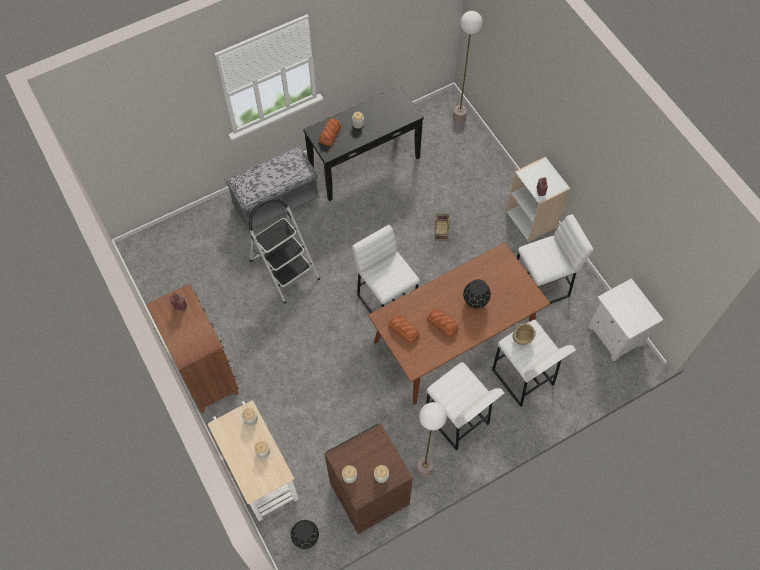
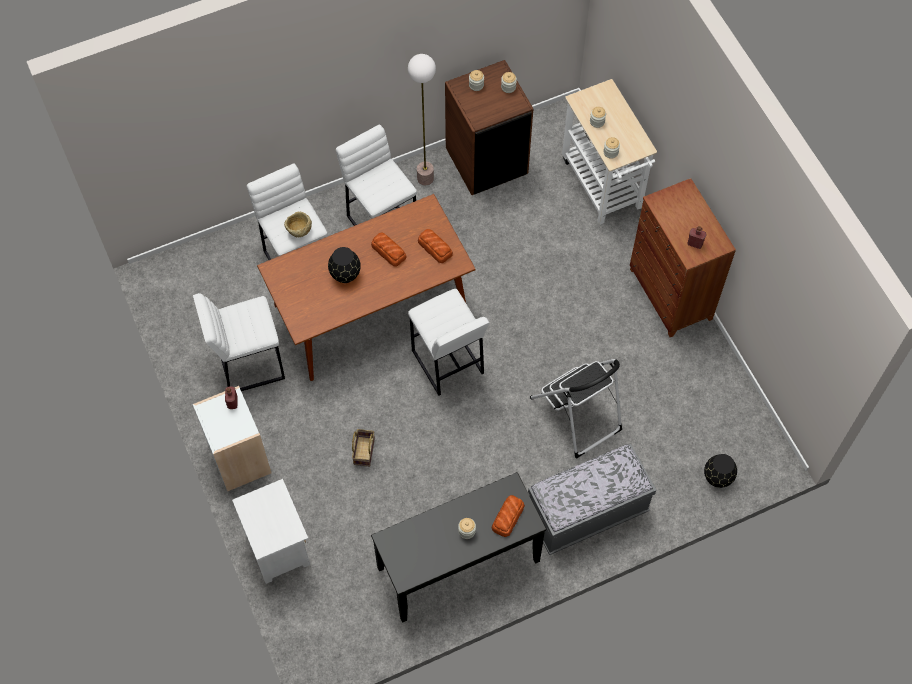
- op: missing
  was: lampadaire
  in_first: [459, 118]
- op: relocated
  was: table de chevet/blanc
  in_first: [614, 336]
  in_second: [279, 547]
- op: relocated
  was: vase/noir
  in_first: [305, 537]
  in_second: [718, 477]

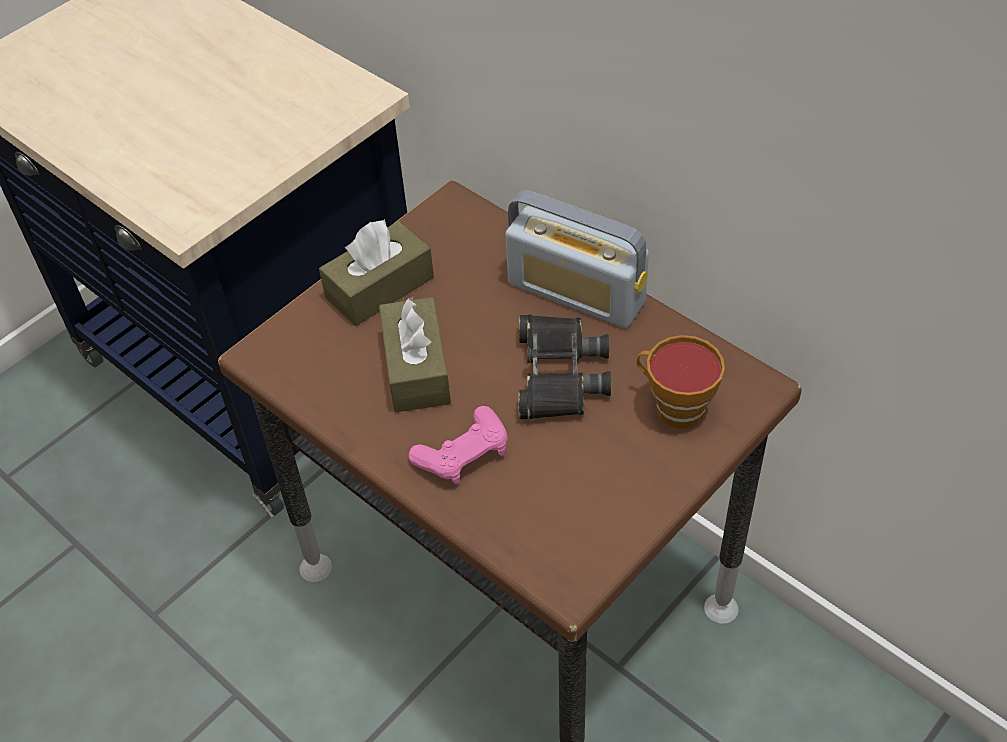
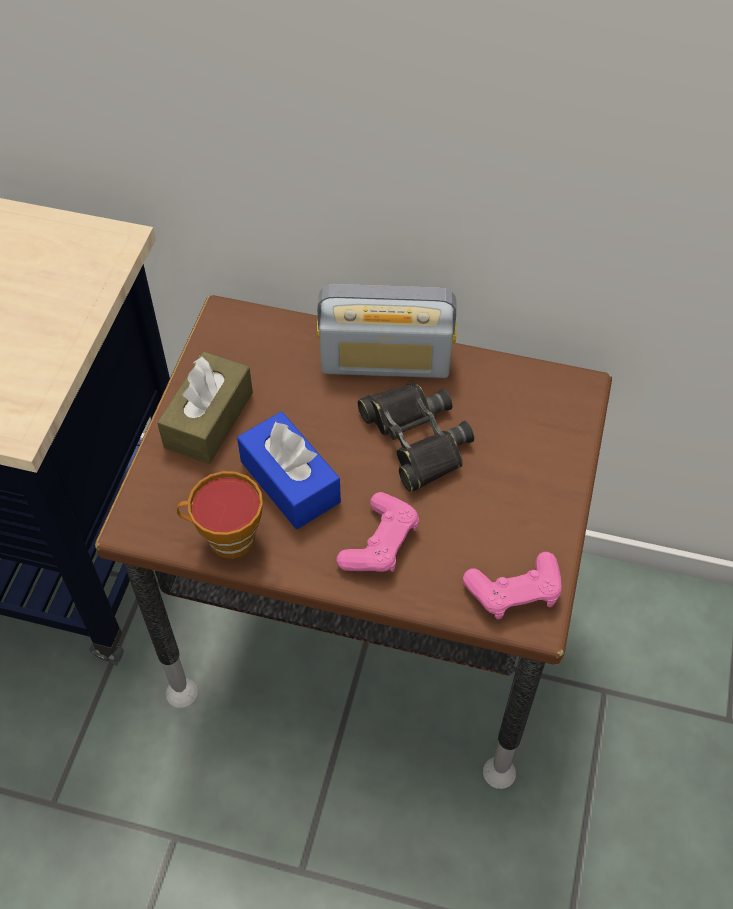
- op: colour
  was: boîte à mouchoirs/marron
  now: boîte à mouchoirs/bleu
  in_first: [416, 368]
  in_second: [290, 482]
- op: relocated
  was: tasse
  in_first: [674, 407]
  in_second: [225, 538]
- op: appeared
  now: manette/rose
  in_second: [514, 591]

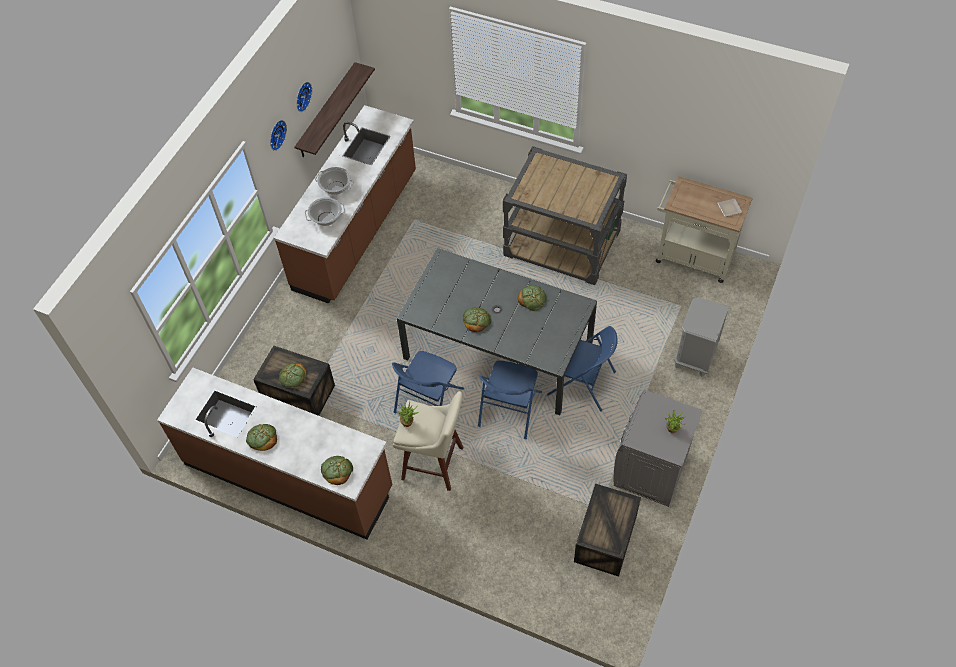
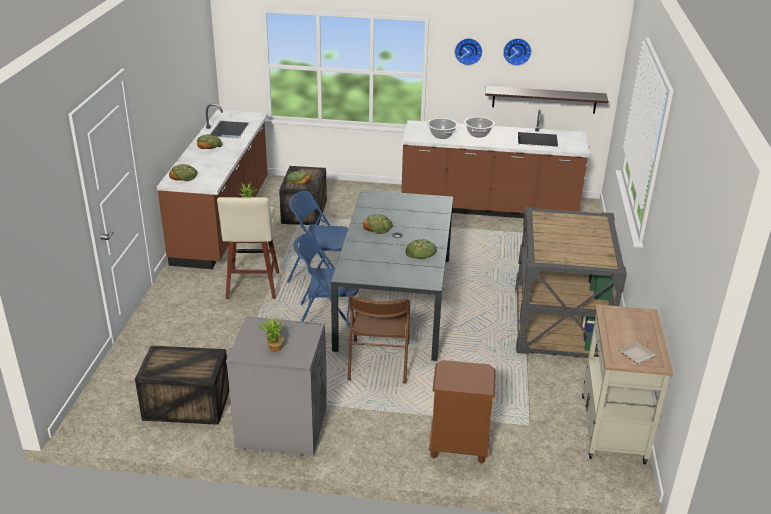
- op: colour
  was: table de chevet/gris
  now: table de chevet/marron
  in_first: [695, 356]
  in_second: [458, 447]
- op: colour
  was: chaise/bleu
  now: chaise/marron
  in_first: [581, 383]
  in_second: [379, 361]

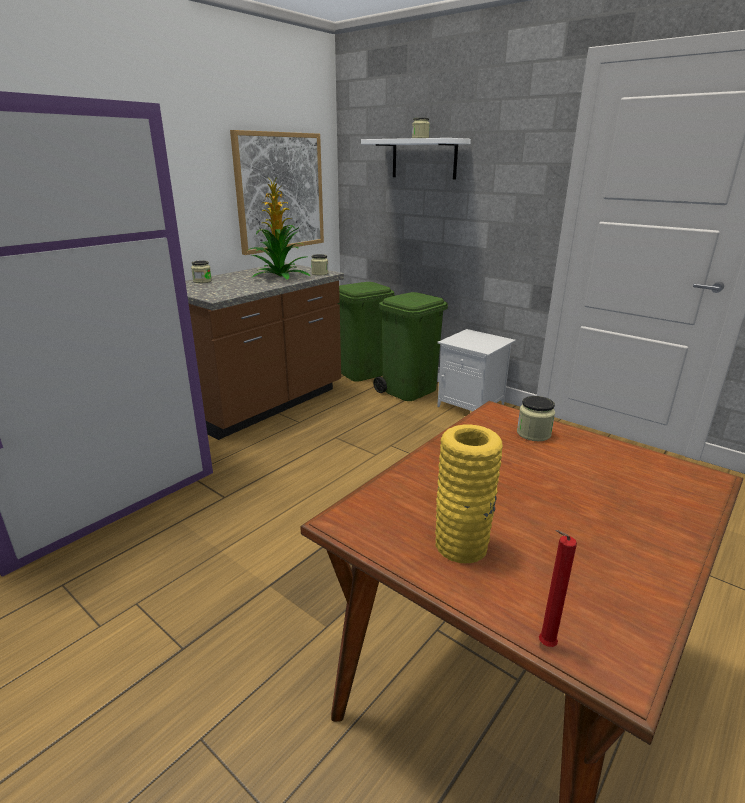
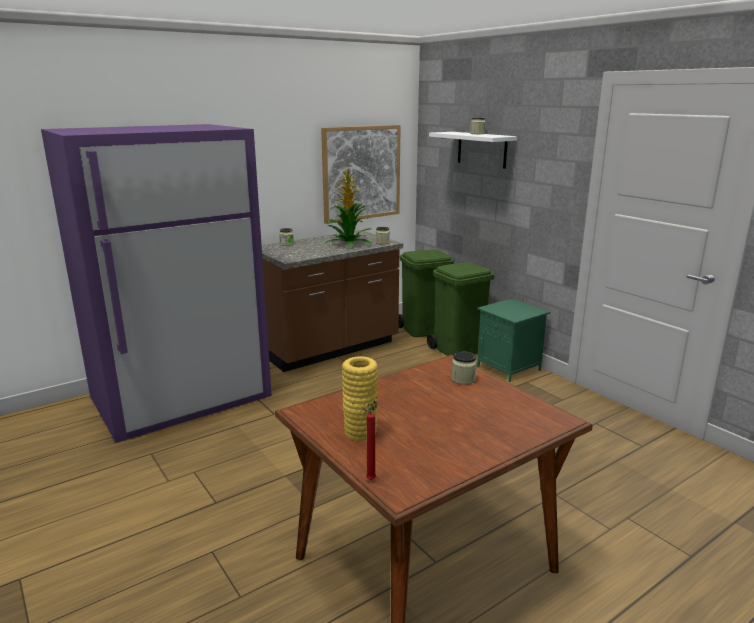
- op: colour
  was: table de chevet/gris
  now: table de chevet/vert
  in_first: [472, 405]
  in_second: [510, 368]

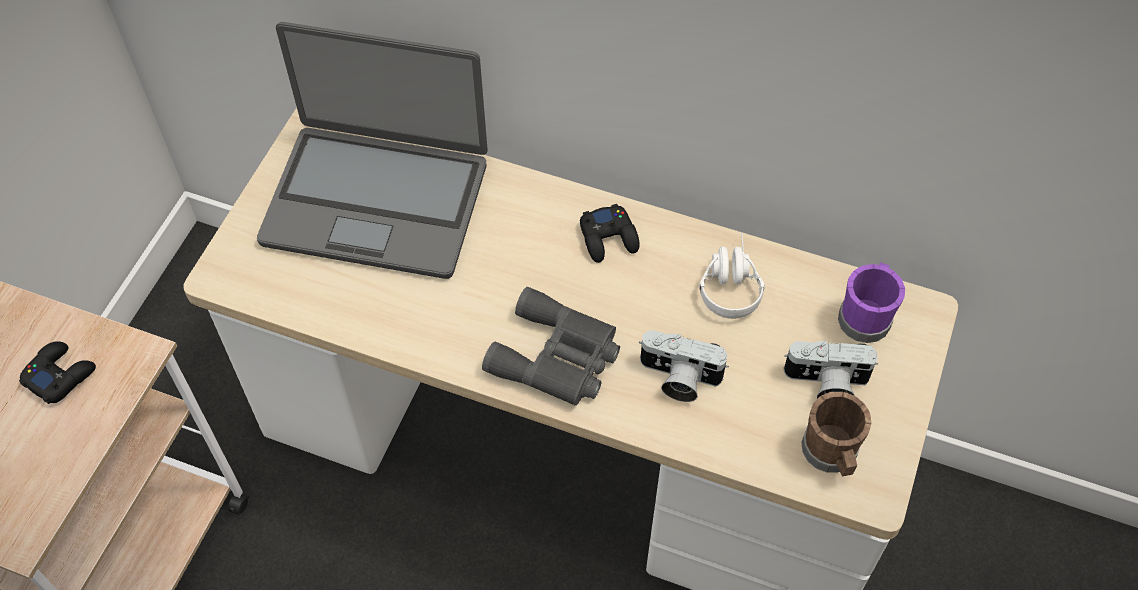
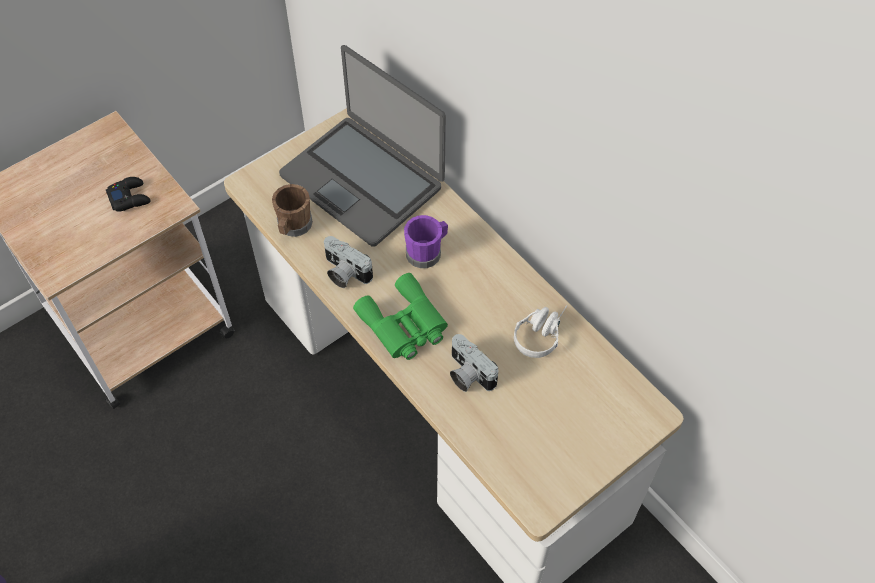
- op: missing
  was: manette/noir
  in_first: [609, 238]
- op: relocated
  was: mug/violet
  in_first: [866, 315]
  in_second: [427, 252]
- op: colour
  was: jumelles/gris
  now: jumelles/vert
  in_first: [558, 358]
  in_second: [404, 325]
- op: relocated
  was: appareil photo
  in_first: [826, 384]
  in_second: [344, 273]
- op: relocated
  was: mug/marron
  in_first: [831, 454]
  in_second: [293, 226]

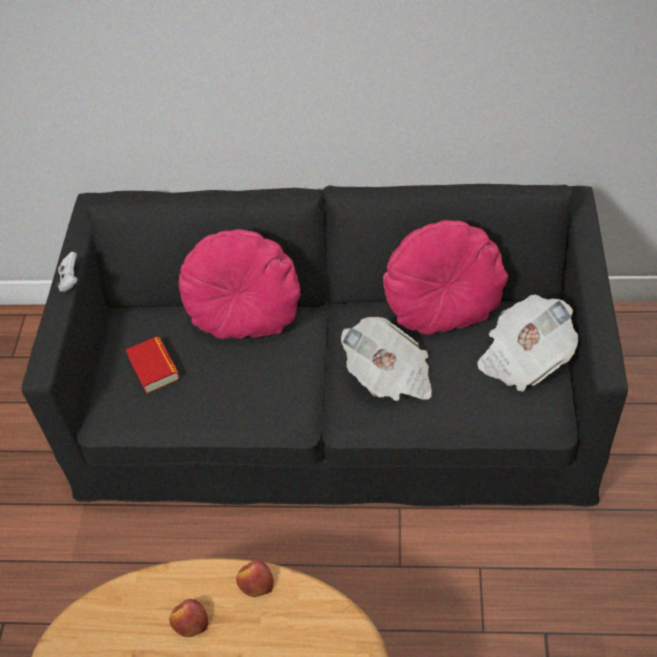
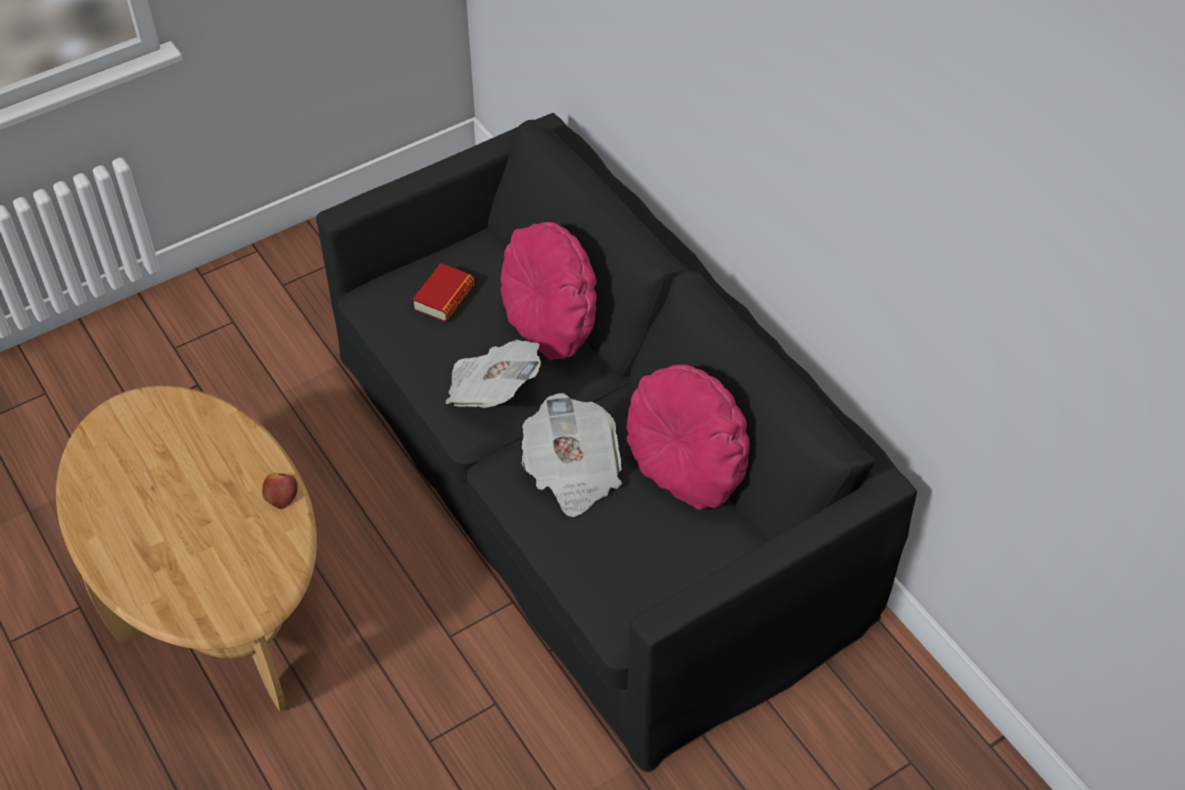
- op: missing
  was: manette/blanc
  in_first: [70, 281]
- op: relocated
  was: journal
  in_first: [523, 358]
  in_second: [492, 390]
- op: missing
  was: pomme
  in_first: [189, 621]

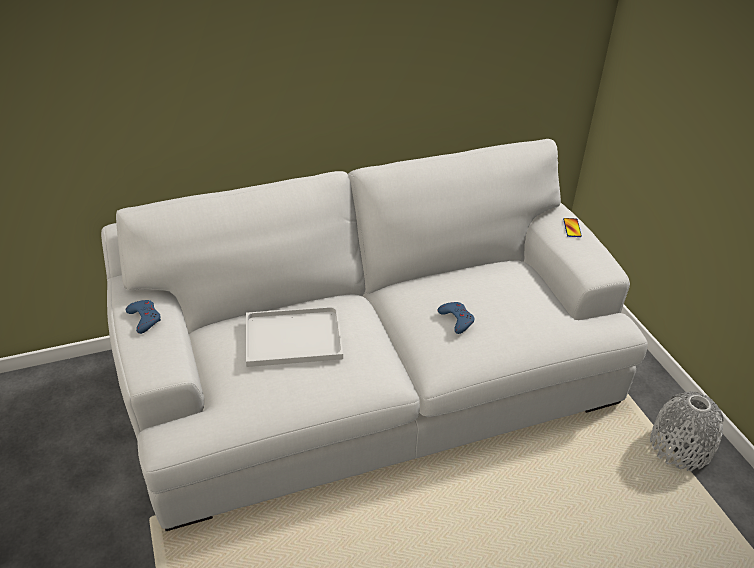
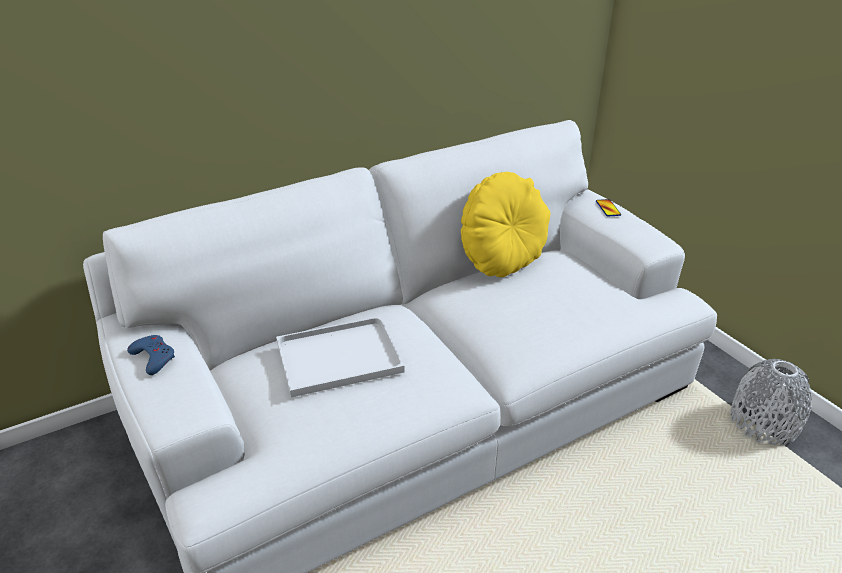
- op: missing
  was: manette/bleu
  in_first: [456, 319]
- op: appeared
  now: coussin/jaune
  in_second: [502, 264]

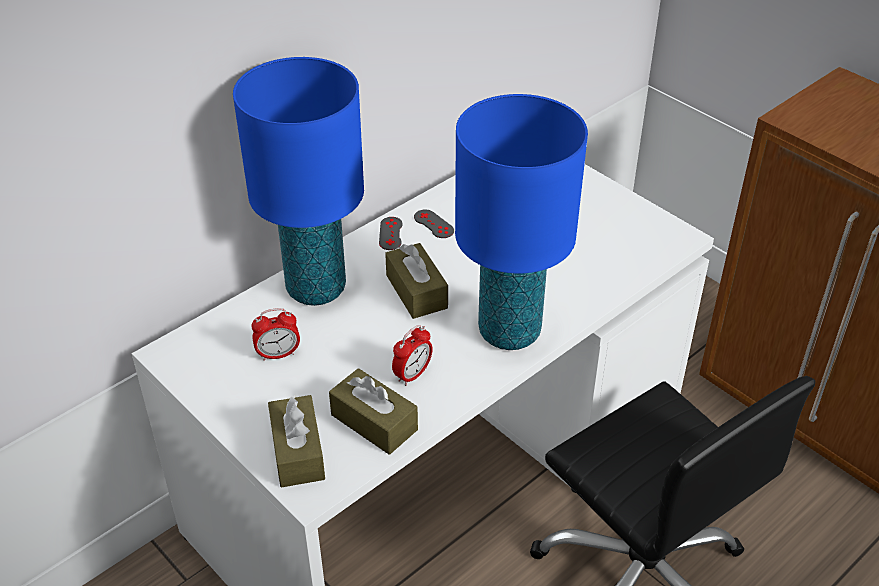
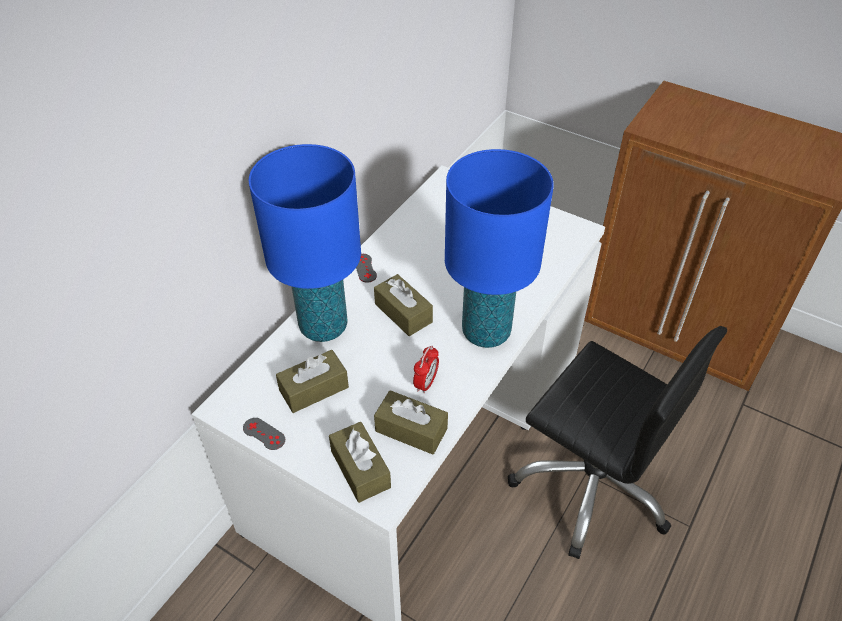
- op: relocated
  was: manette/gris
  in_first: [433, 224]
  in_second: [264, 434]
- op: exchanged
  was: réveil
  now: boîte à mouchoirs/marron
  in_first: [278, 354]
  in_second: [314, 389]

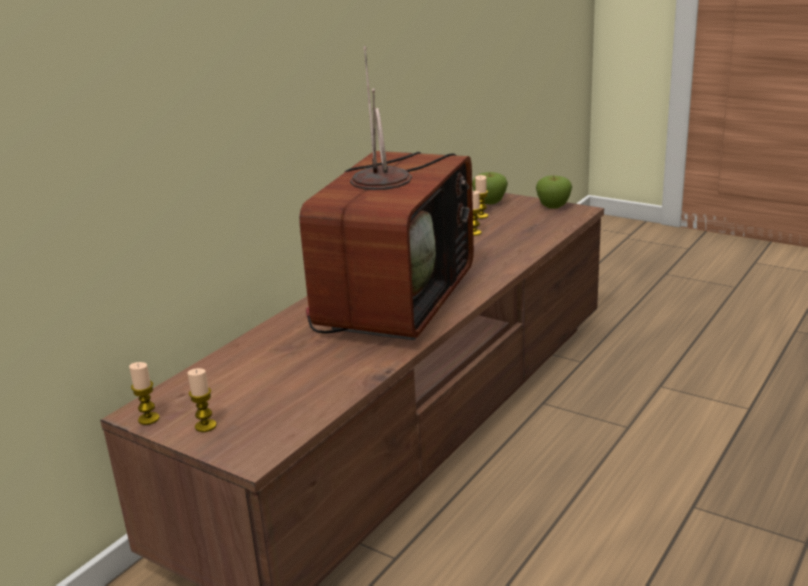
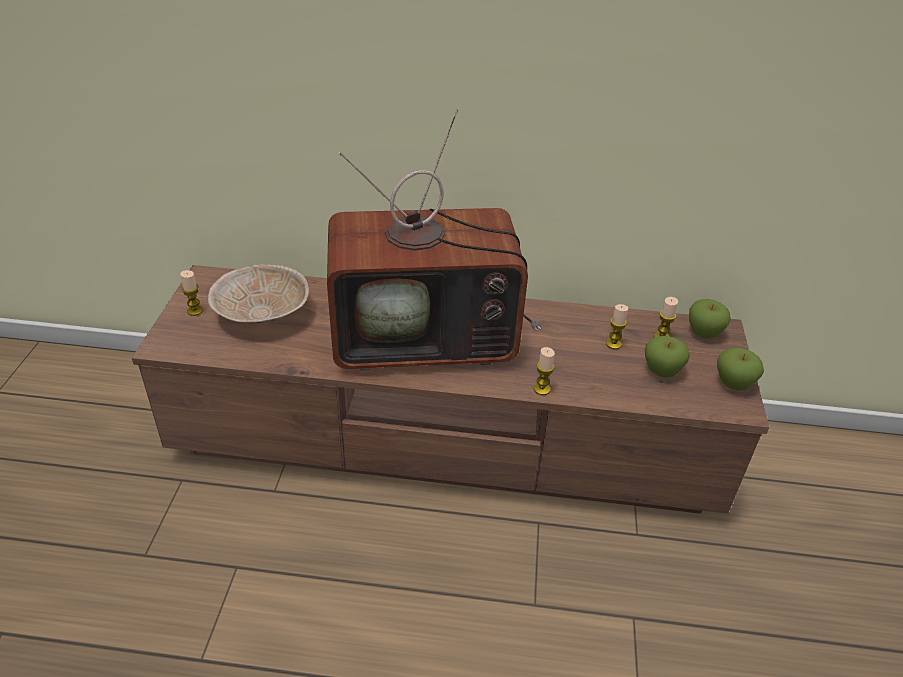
- op: relocated
  was: bougie
  in_first: [148, 419]
  in_second: [542, 389]
- op: appeared
  now: bol/beige
  in_second: [261, 313]
- op: appeared
  now: pomme
  in_second: [661, 371]

